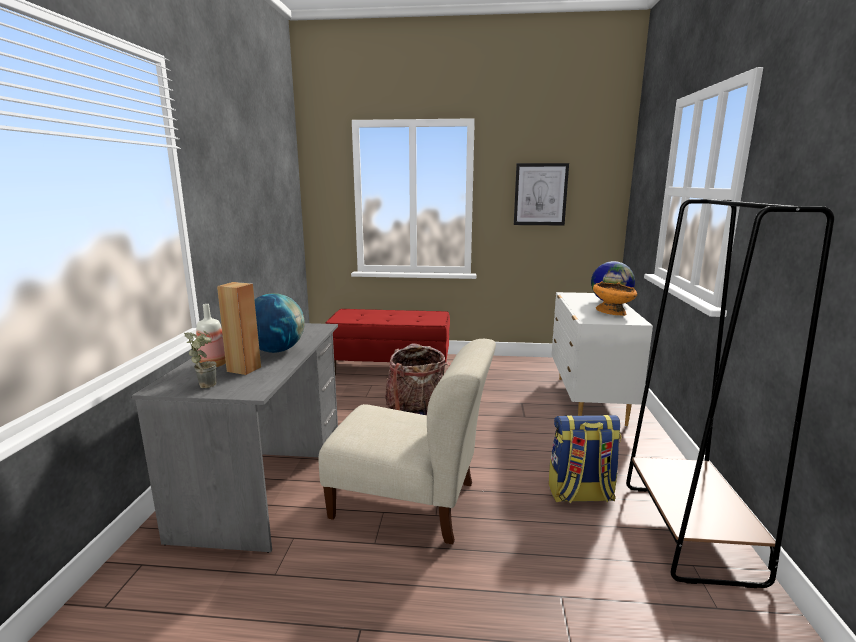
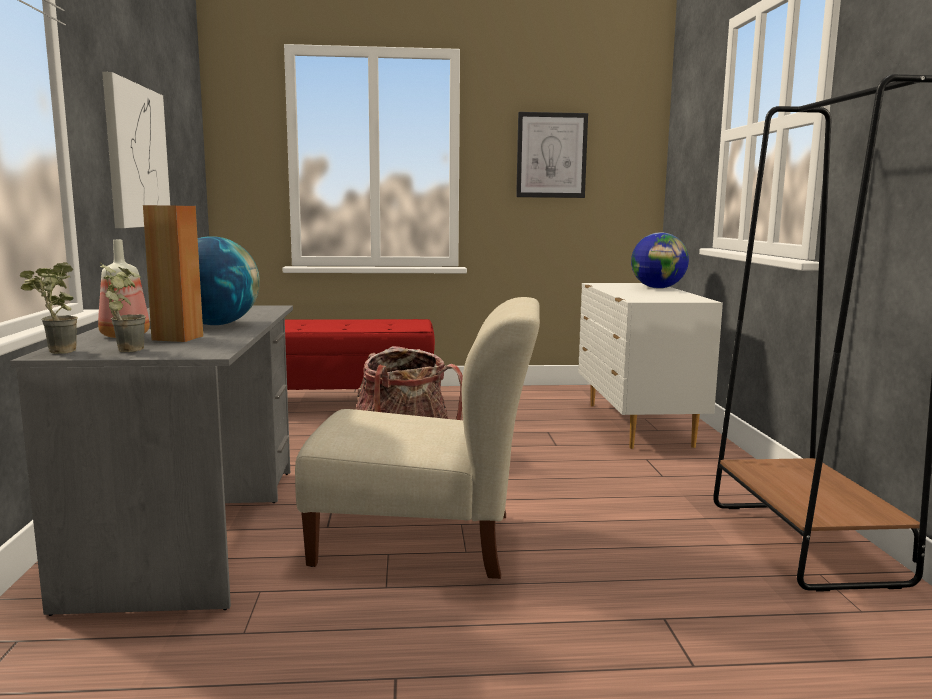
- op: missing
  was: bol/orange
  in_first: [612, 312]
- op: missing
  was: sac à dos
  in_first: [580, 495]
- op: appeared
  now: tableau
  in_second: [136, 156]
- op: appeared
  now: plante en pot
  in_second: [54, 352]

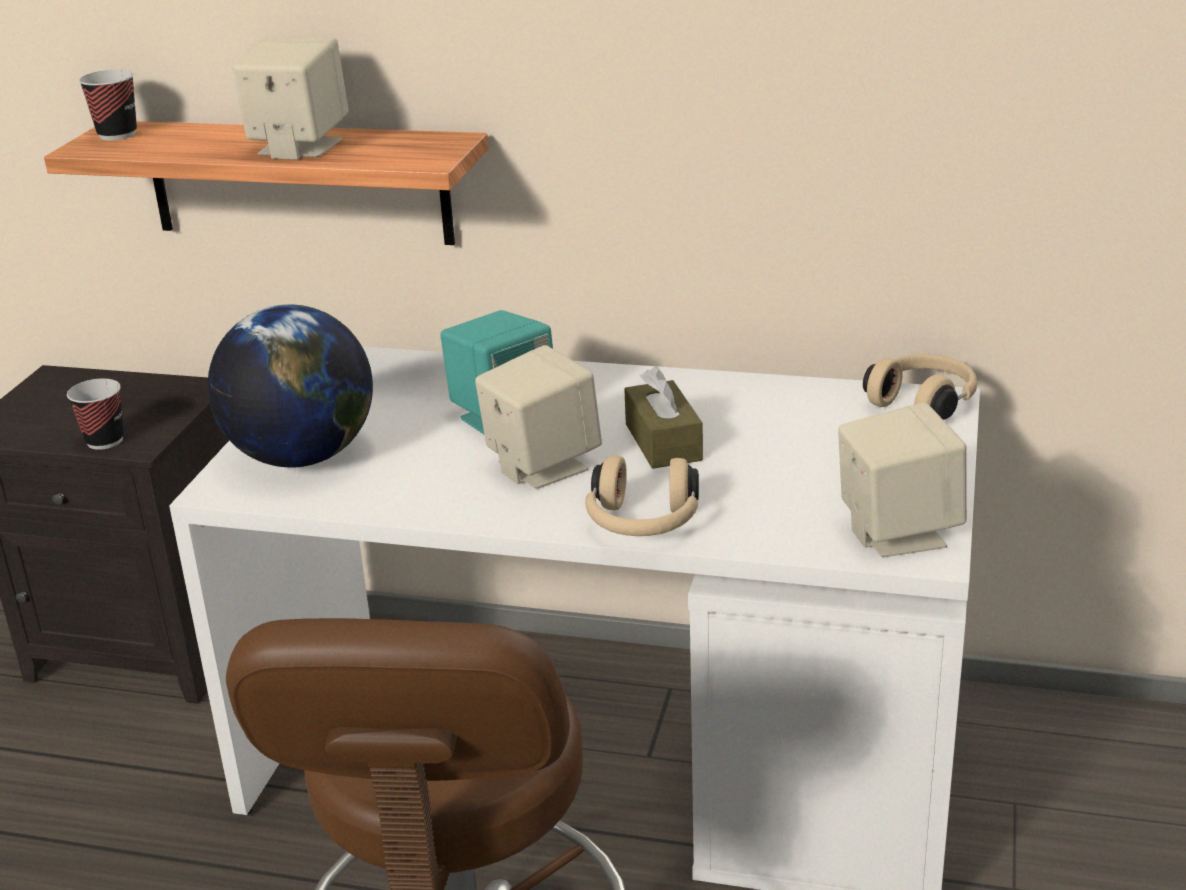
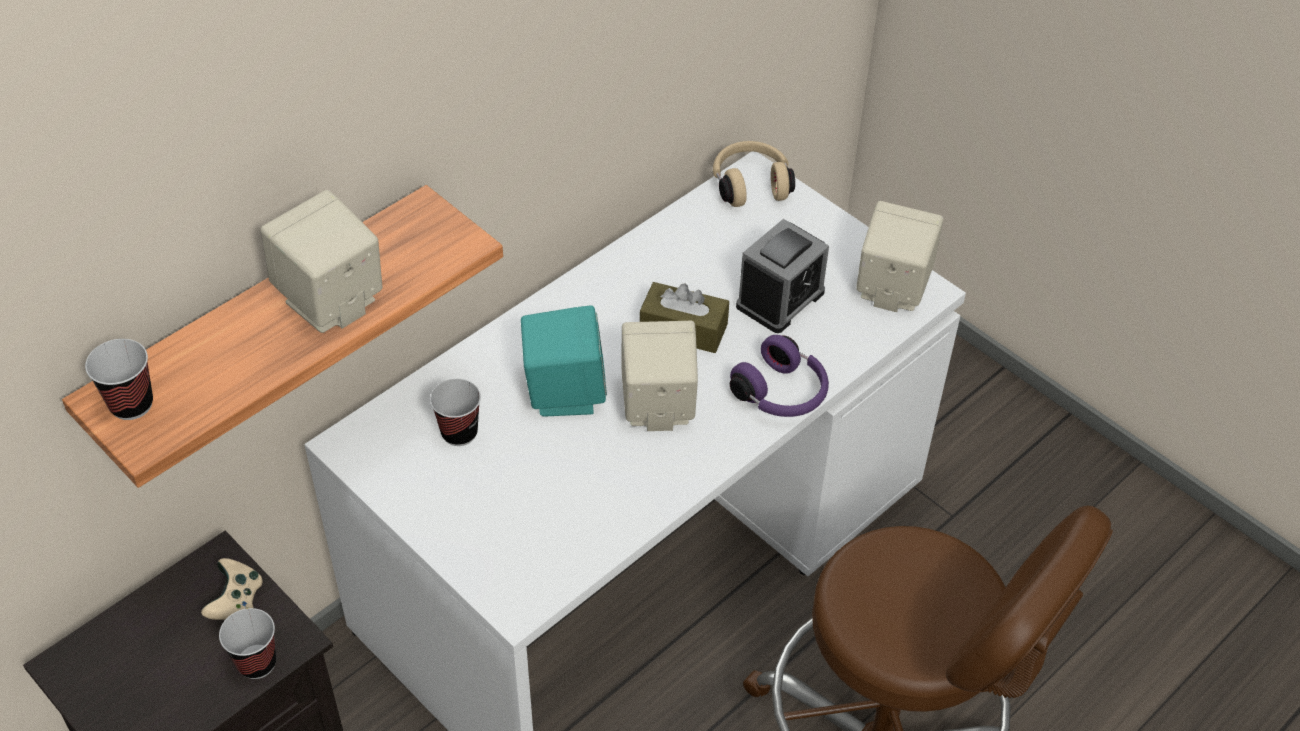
- op: missing
  was: globe
  in_first: [302, 457]
- op: colour
  was: casque audio/beige
  now: casque audio/violet
  in_first: [642, 523]
  in_second: [781, 394]
- op: appeared
  now: réveil
  in_second: [780, 299]
- op: appeared
  now: tasse
  in_second: [459, 433]
- op: appeared
  now: manette/beige
  in_second: [236, 602]

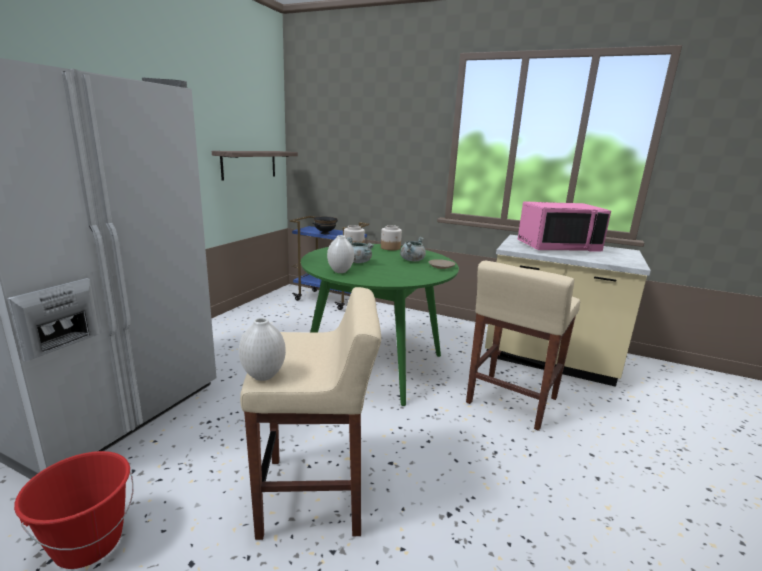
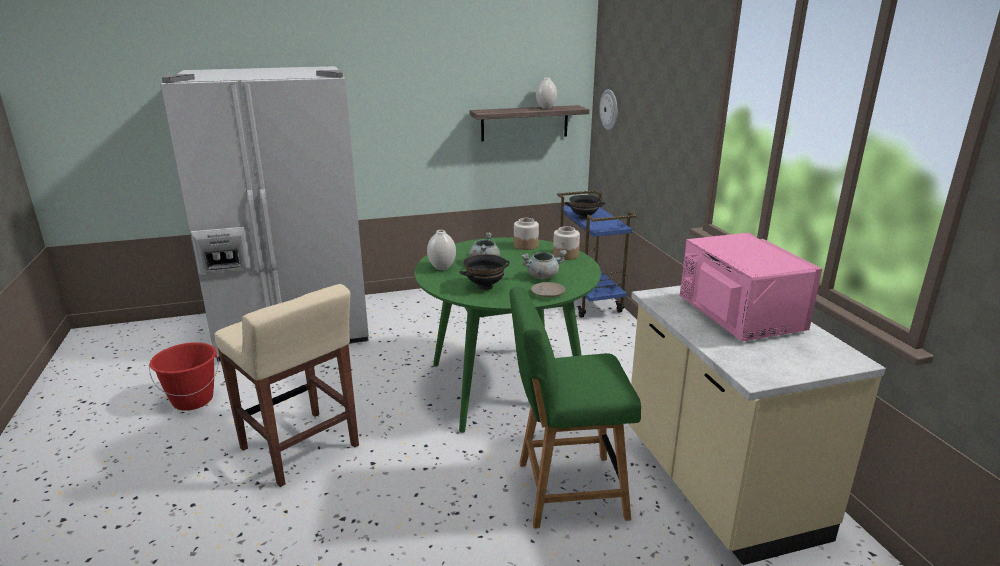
- op: spun
  was: micro-ondes/rose
  in_first: [557, 247]
  in_second: [737, 315]
  clockwise: -150
- op: exchanged
  was: tabouret/beige
  now: chaise/vert
  in_first: [511, 401]
  in_second: [565, 490]
- op: relocated
  was: vase/blanc
  in_first: [263, 376]
  in_second: [546, 108]
- op: appeared
  now: horloge murale
  in_second: [609, 109]
- op: appeared
  now: bol/noir
  in_second: [485, 286]

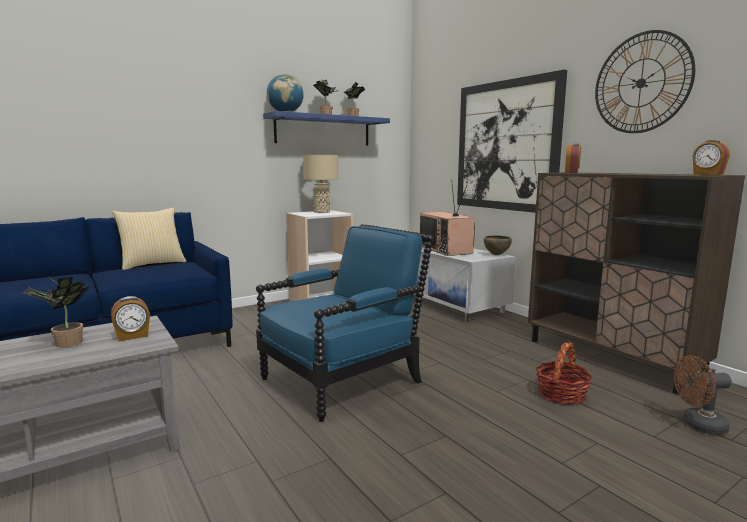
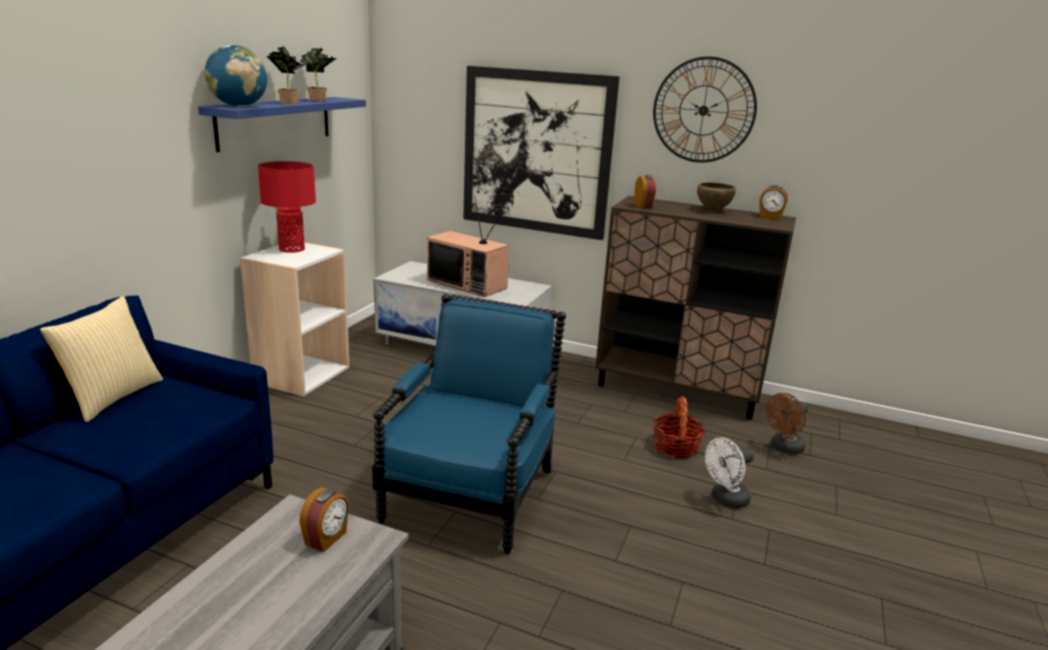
- op: colour
  was: lampe de table/beige
  now: lampe de table/rouge
  in_first: [321, 212]
  in_second: [291, 249]
- op: relocated
  was: bol/marron
  in_first: [496, 255]
  in_second: [713, 211]
- op: missing
  was: plante en pot
  in_first: [64, 344]
- op: appeared
  now: ventilateur/blanc
  in_second: [725, 500]

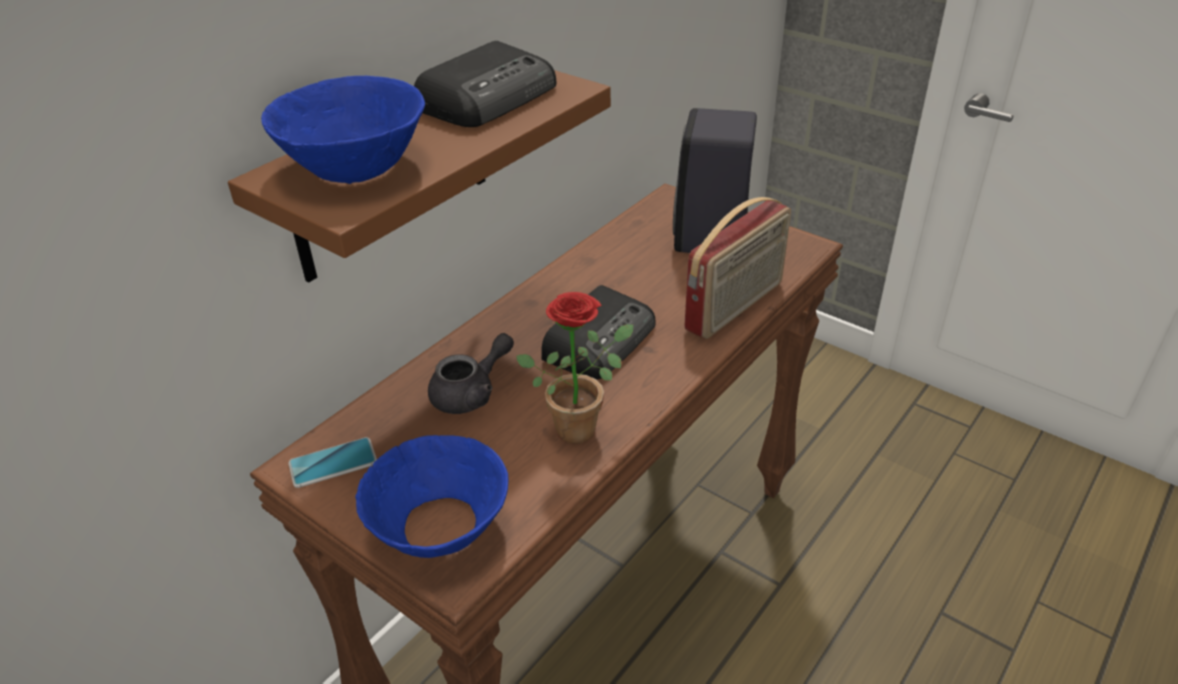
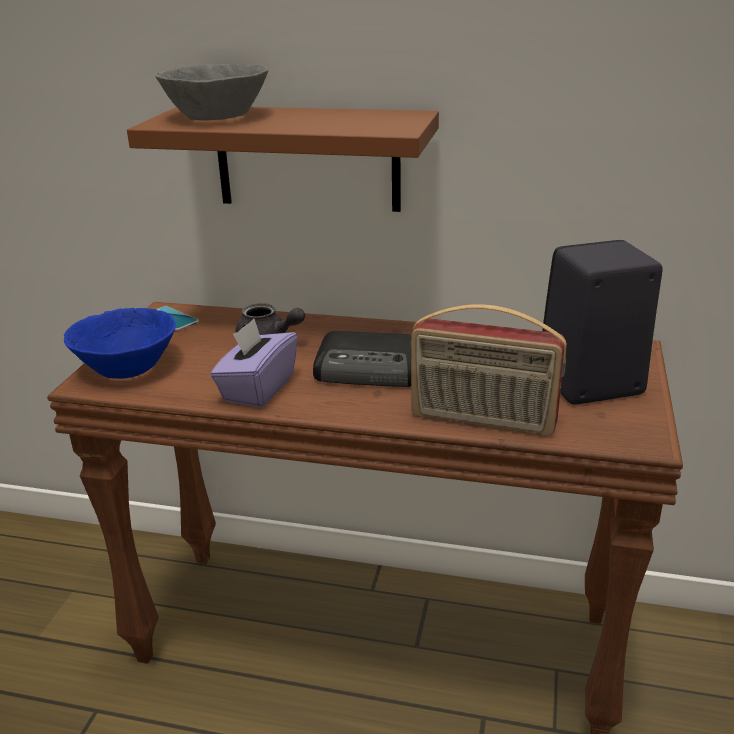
- op: missing
  was: radio
  in_first: [489, 97]
- op: colour
  was: bol/bleu
  now: bol/gris
  in_first: [354, 164]
  in_second: [217, 116]
- op: exchanged
  was: plante en pot
  now: boîte à mouchoirs/violet
  in_first: [581, 425]
  in_second: [257, 388]

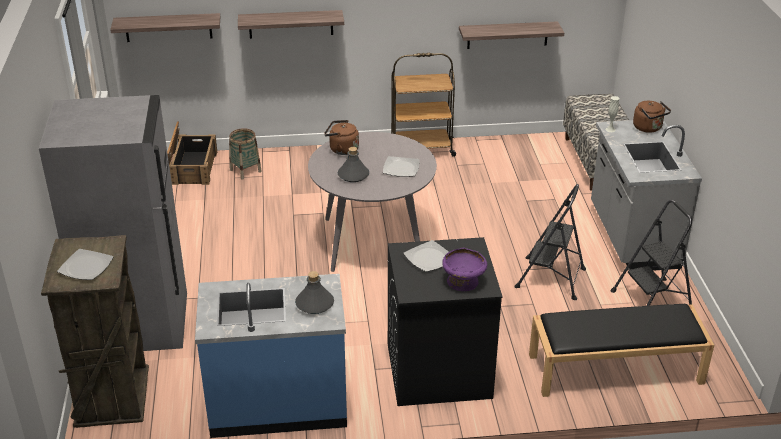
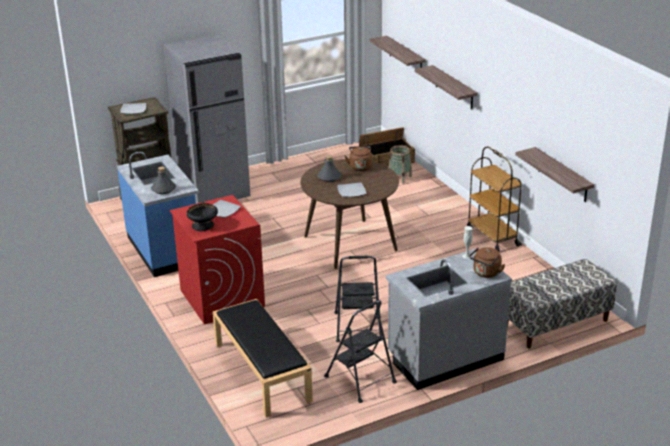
- op: colour
  was: table à manger/gris
  now: table à manger/marron
  in_first: [372, 241]
  in_second: [350, 243]
- op: colour
  was: lave-linge/noir
  now: lave-linge/rouge
  in_first: [438, 371]
  in_second: [221, 298]
- op: colour
  was: bol/violet
  now: bol/noir
  in_first: [463, 281]
  in_second: [203, 226]

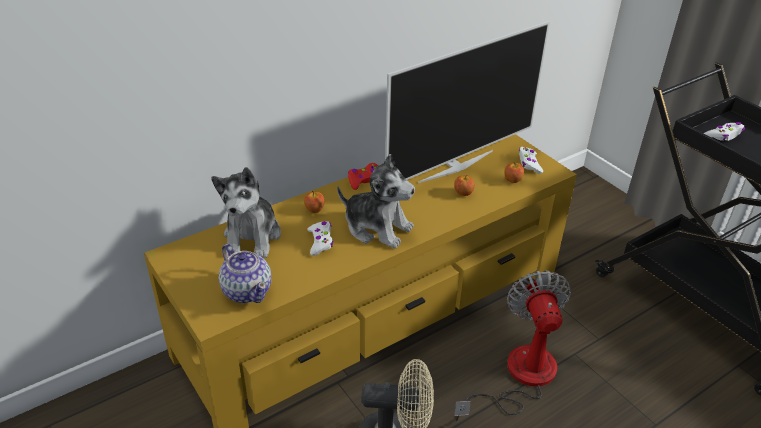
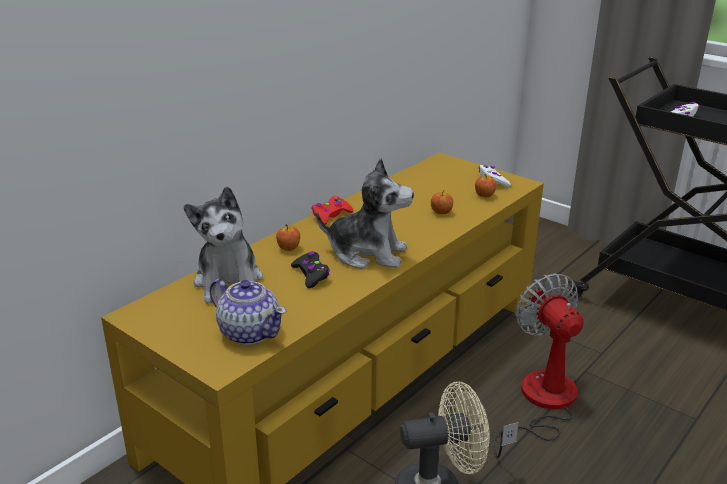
- op: missing
  was: téléviseur
  in_first: [455, 165]
- op: colour
  was: manette/blanc
  now: manette/noir
  in_first: [320, 241]
  in_second: [311, 275]

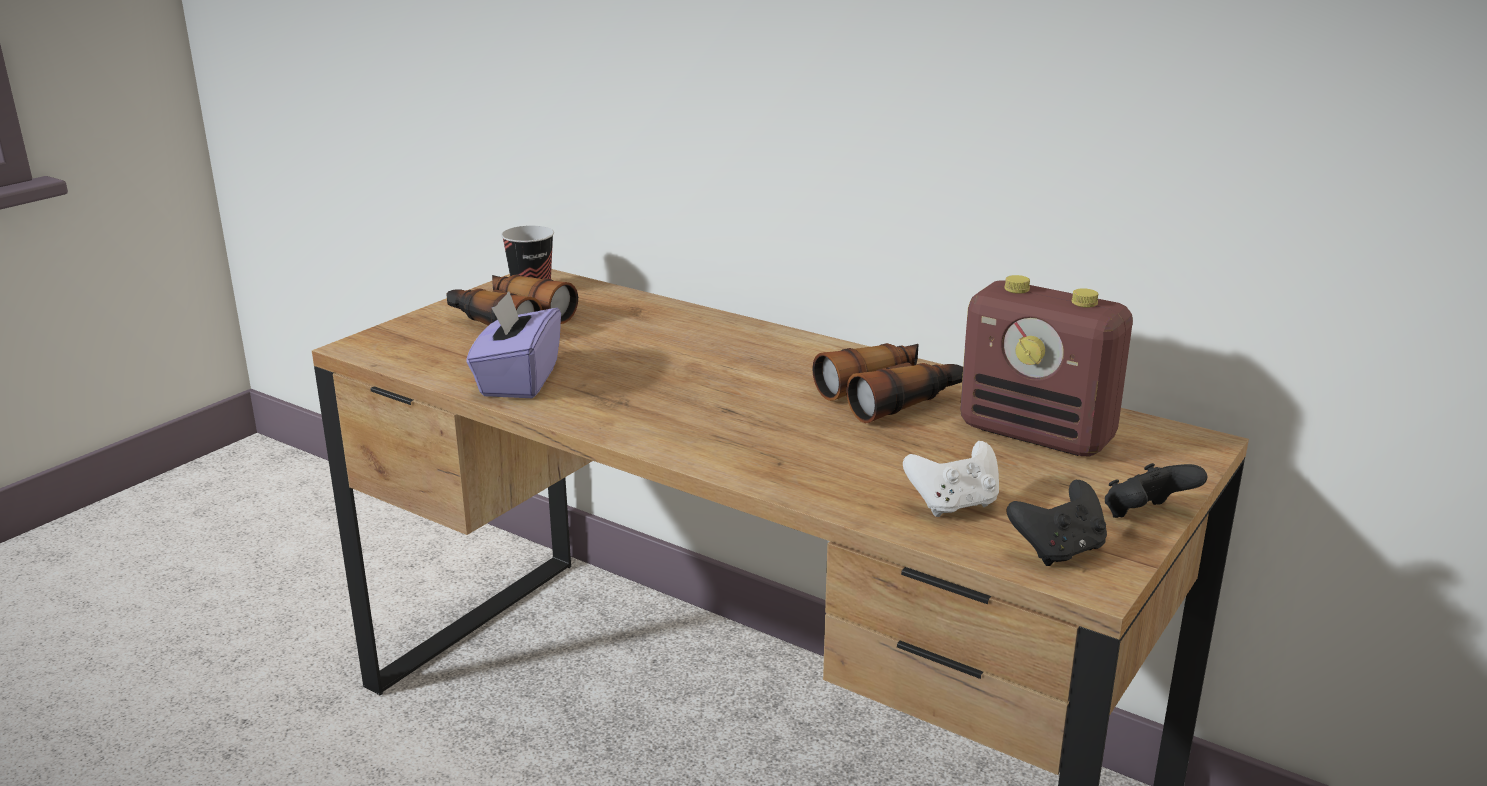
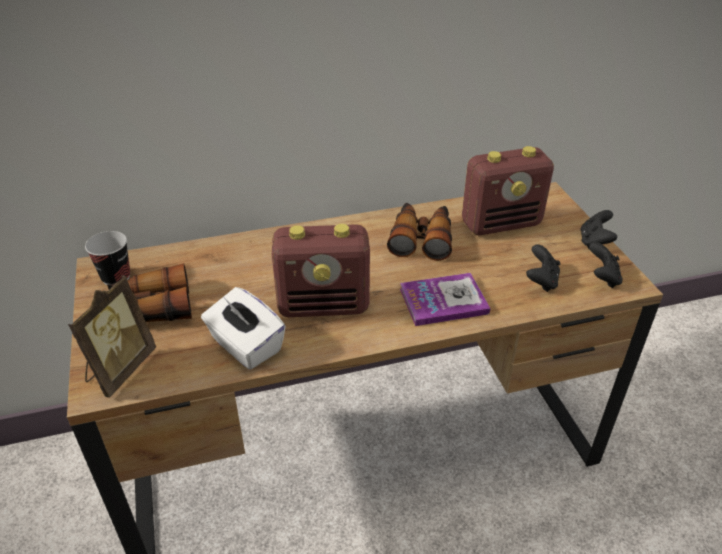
- op: colour
  was: boîte à mouchoirs/violet
  now: boîte à mouchoirs/blanc
  in_first: [518, 380]
  in_second: [245, 346]
- op: colour
  was: manette/blanc
  now: manette/noir
  in_first: [954, 505]
  in_second: [541, 281]
- op: appeared
  now: radio
  in_second: [324, 306]
- op: appeared
  now: livre
  in_second: [443, 301]
- op: appeared
  now: cadre photo
  in_second: [119, 369]

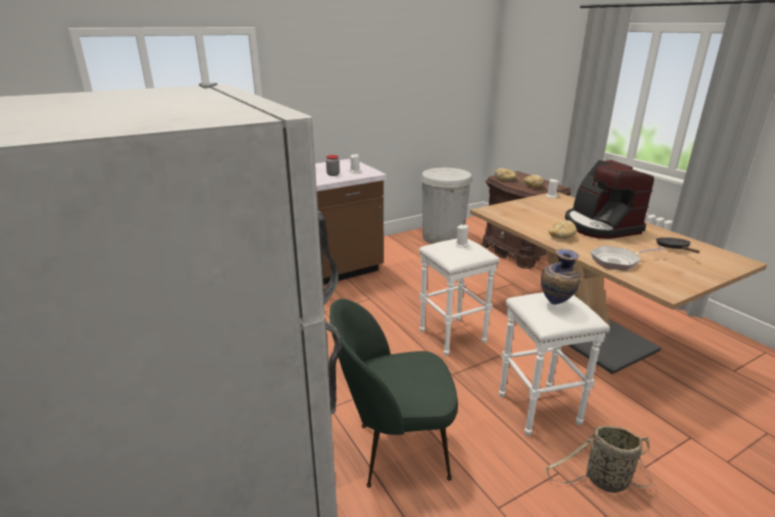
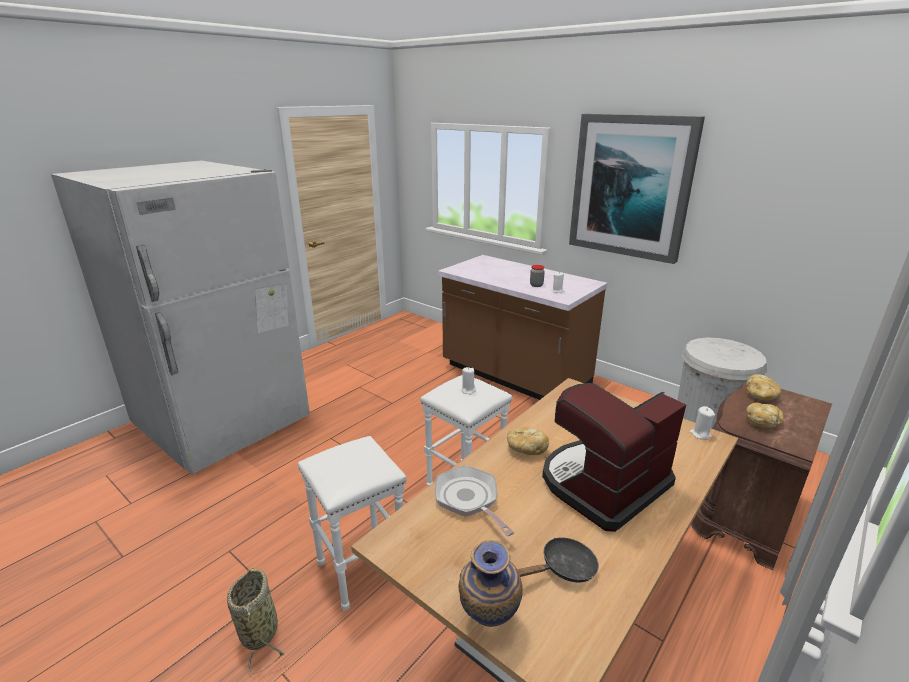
- op: relocated
  was: vase
  in_first: [556, 305]
  in_second: [487, 622]
- op: missing
  was: chaise/vert
  in_first: [394, 452]
- op: appeared
  now: tableau
  in_second: [631, 187]

